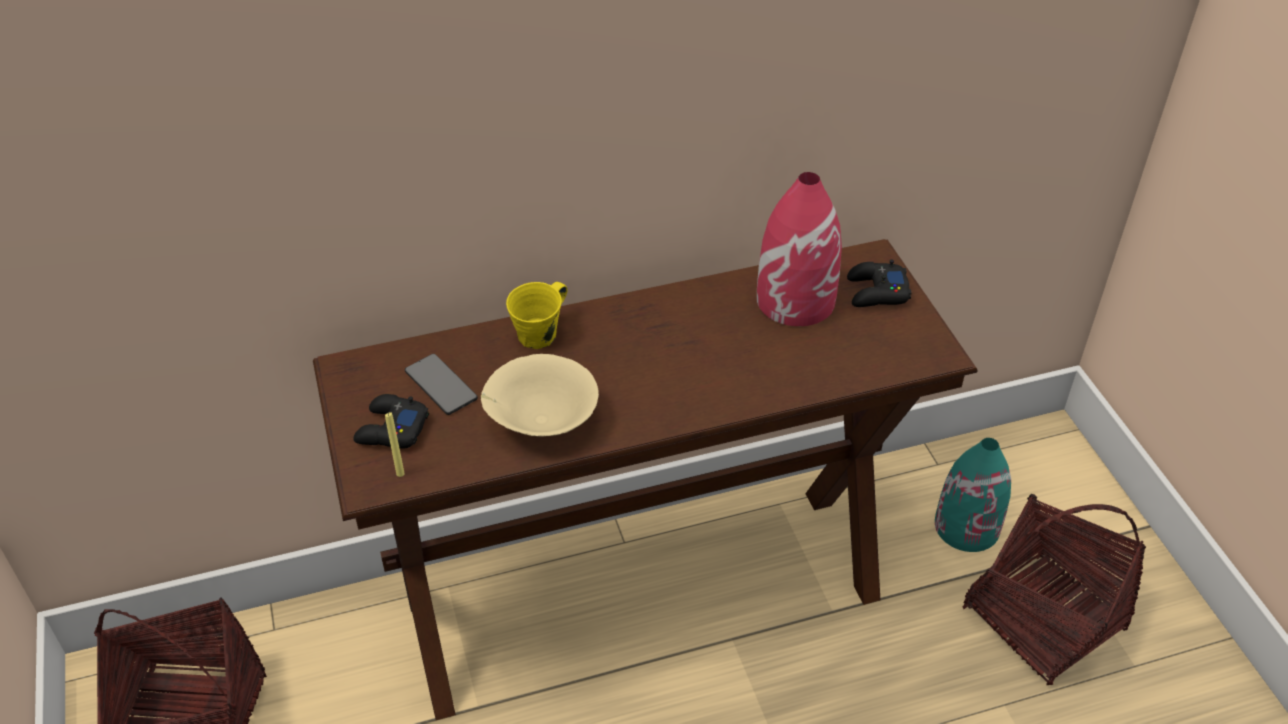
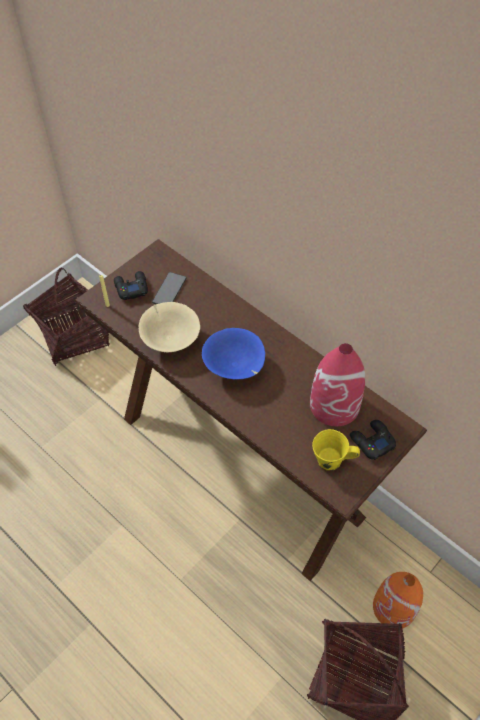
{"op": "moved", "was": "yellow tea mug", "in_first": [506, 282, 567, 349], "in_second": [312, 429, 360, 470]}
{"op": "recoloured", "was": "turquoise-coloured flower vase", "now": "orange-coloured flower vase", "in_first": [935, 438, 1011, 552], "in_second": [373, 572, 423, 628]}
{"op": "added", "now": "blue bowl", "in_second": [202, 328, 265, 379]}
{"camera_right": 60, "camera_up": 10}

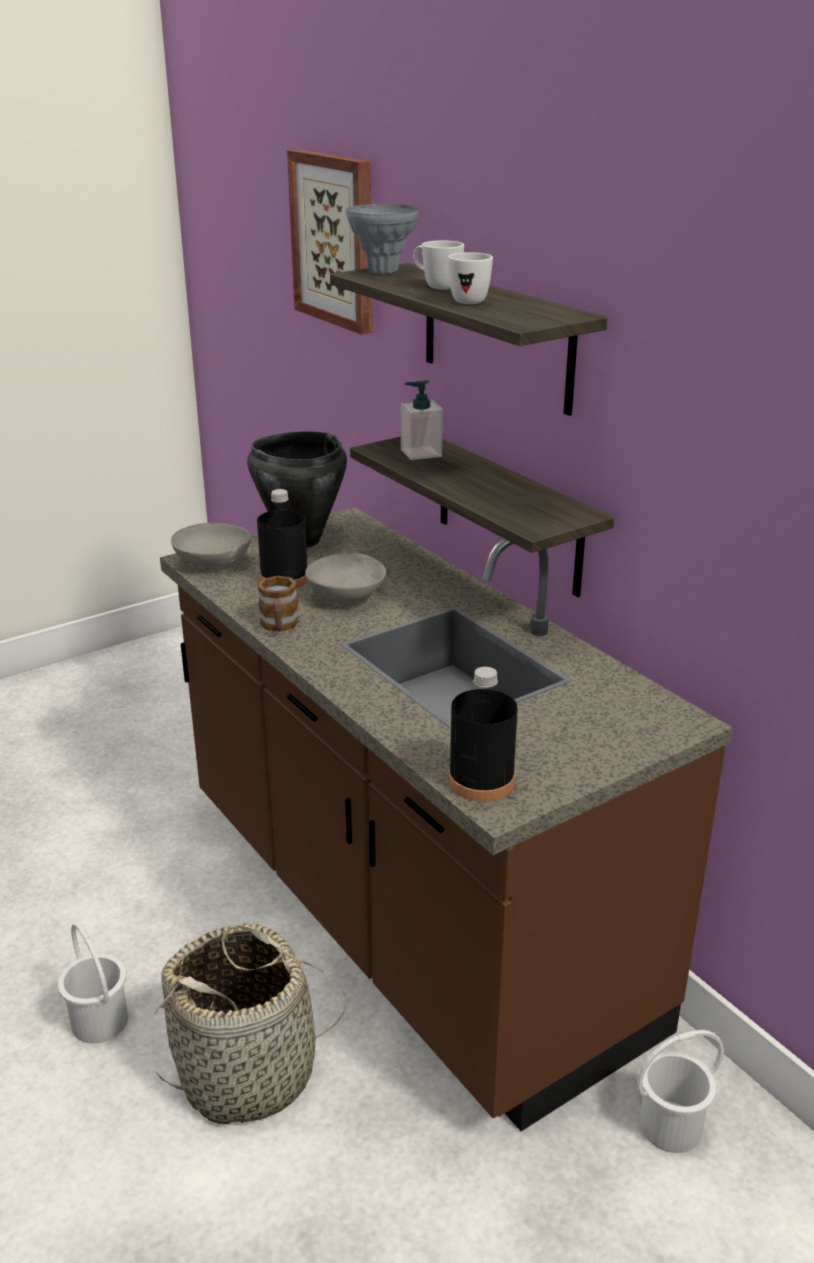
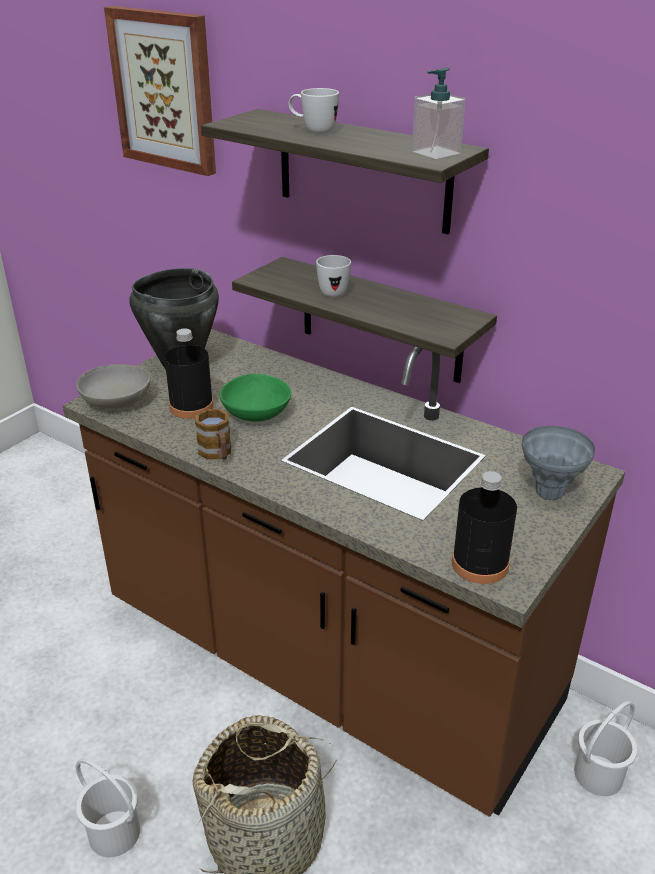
{"op": "moved", "was": "greyish flower vase", "in_first": [346, 204, 418, 274], "in_second": [522, 426, 595, 500]}
{"op": "moved", "was": "whitish tea mug", "in_first": [448, 252, 493, 304], "in_second": [316, 255, 351, 297]}
{"op": "moved", "was": "soap dispenser", "in_first": [401, 380, 443, 460], "in_second": [412, 67, 466, 159]}
{"op": "recoloured", "was": "greyish bowl", "now": "greenish bowl", "in_first": [305, 553, 386, 603], "in_second": [219, 374, 292, 422]}
{"camera_right": -20, "camera_up": 5}

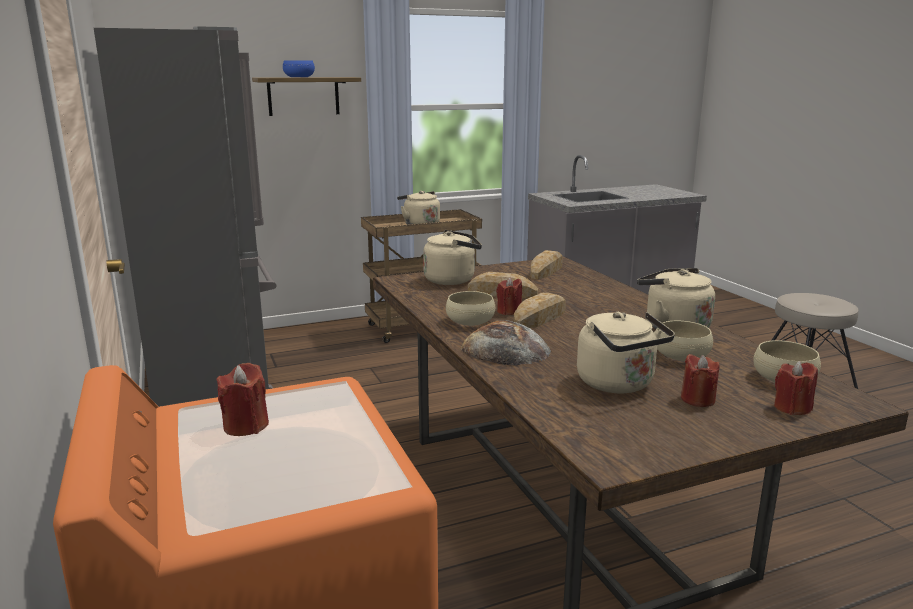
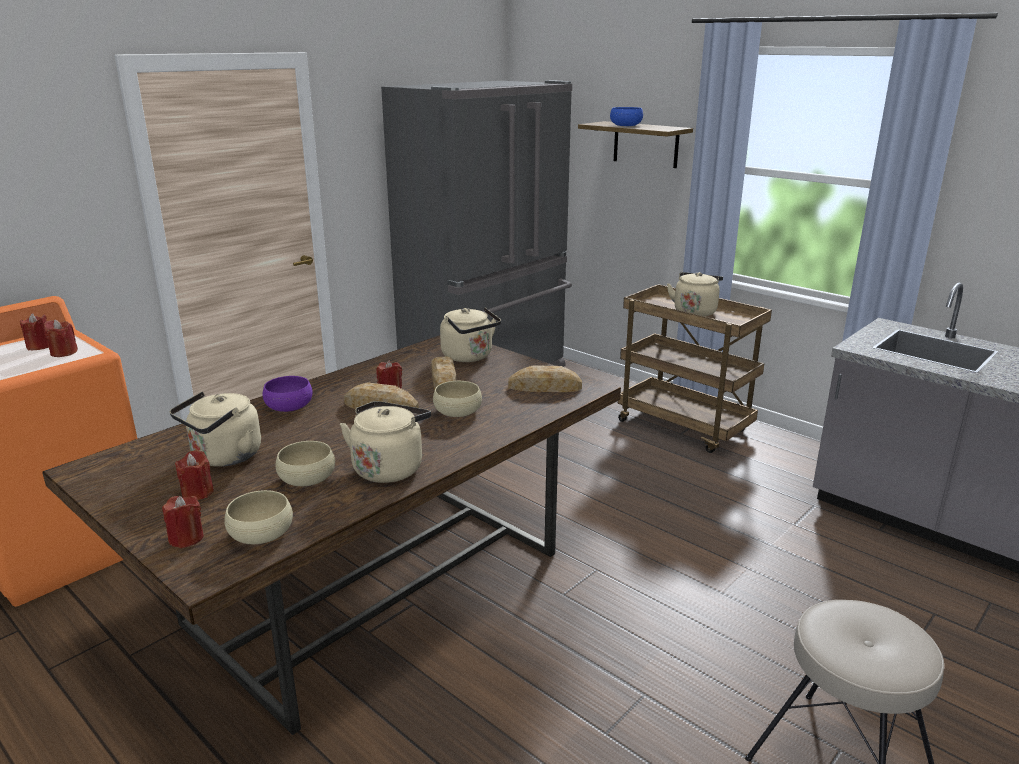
{"op": "moved", "was": "beige-coloured bowl", "in_first": [446, 291, 495, 326], "in_second": [433, 381, 482, 417]}
{"op": "replaced", "was": "bakery bread", "now": "purple-coloured bowl", "in_first": [461, 320, 551, 366], "in_second": [262, 376, 313, 412]}
{"op": "added", "now": "reddish candle", "in_second": [44, 320, 78, 357]}
{"camera_right": 65, "camera_up": 5}

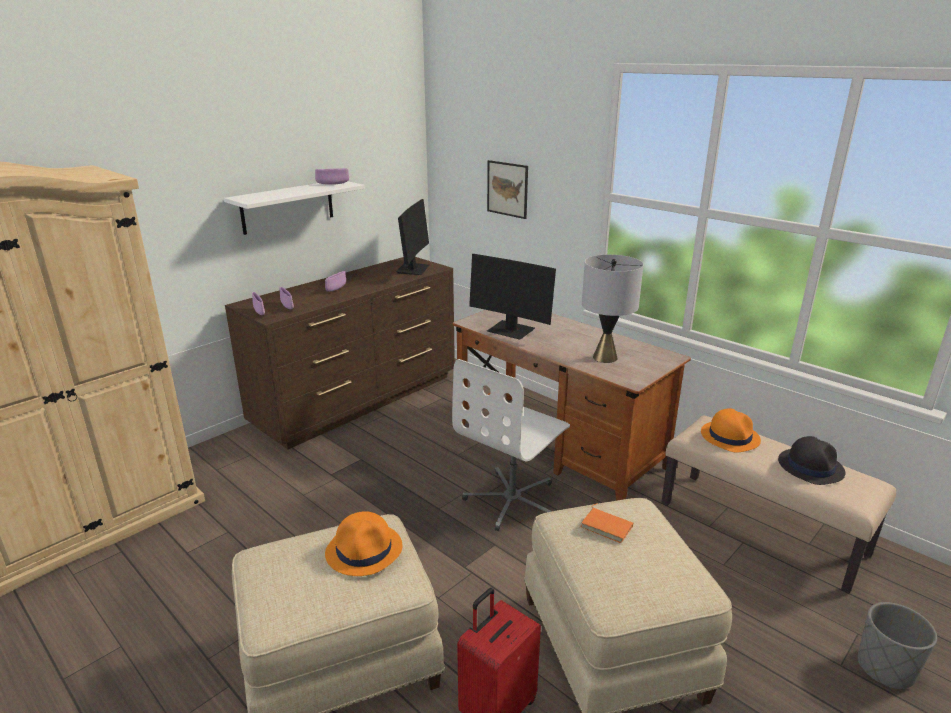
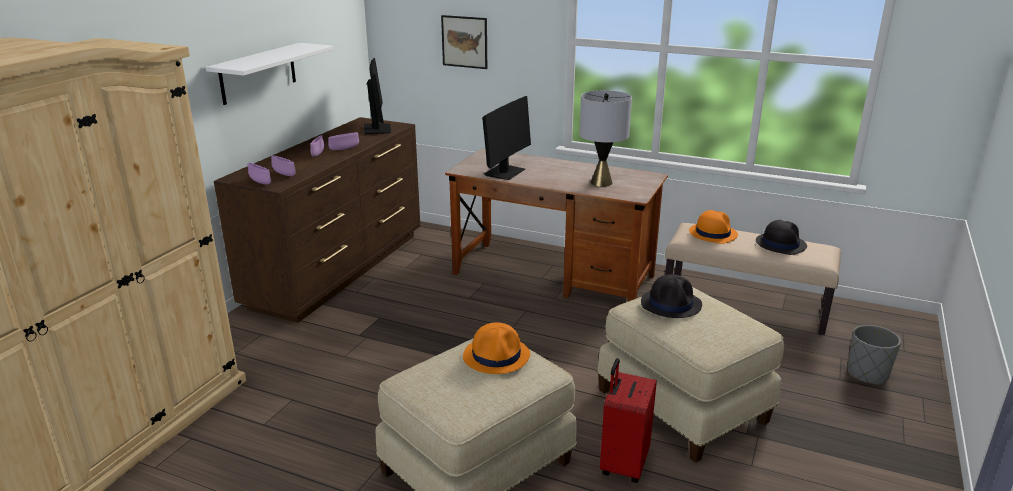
{"op": "moved", "was": "purple-coloured bowl", "in_first": [315, 168, 349, 185], "in_second": [328, 132, 359, 150]}
{"op": "turned", "was": "computer display", "in_first": [469, 254, 556, 340], "in_second": [482, 96, 531, 180], "clockwise": -75}
{"op": "removed", "was": "whitish desk chair", "in_first": [452, 359, 570, 531]}
{"op": "replaced", "was": "orange-coloured bound book", "now": "black wearable hat", "in_first": [580, 503, 633, 543], "in_second": [641, 274, 702, 318]}
{"camera_right": -20, "camera_up": 0}

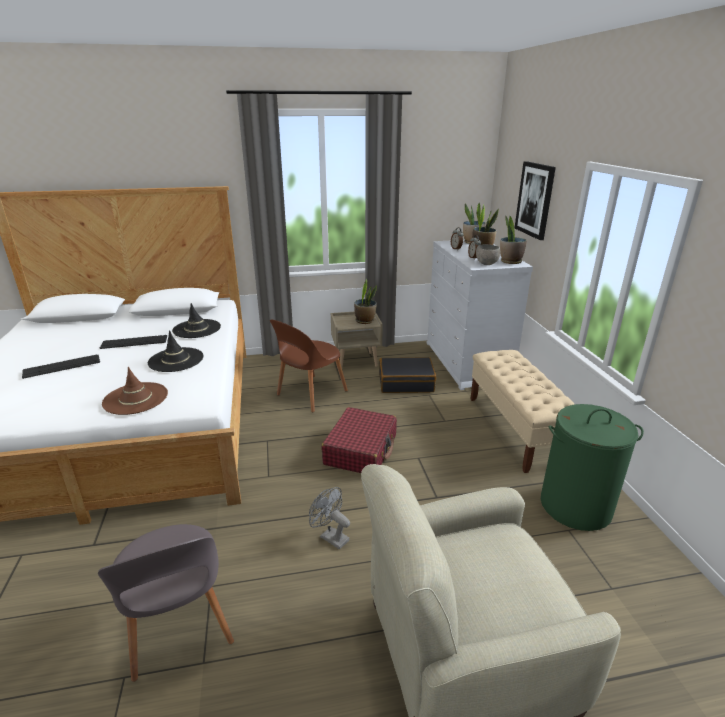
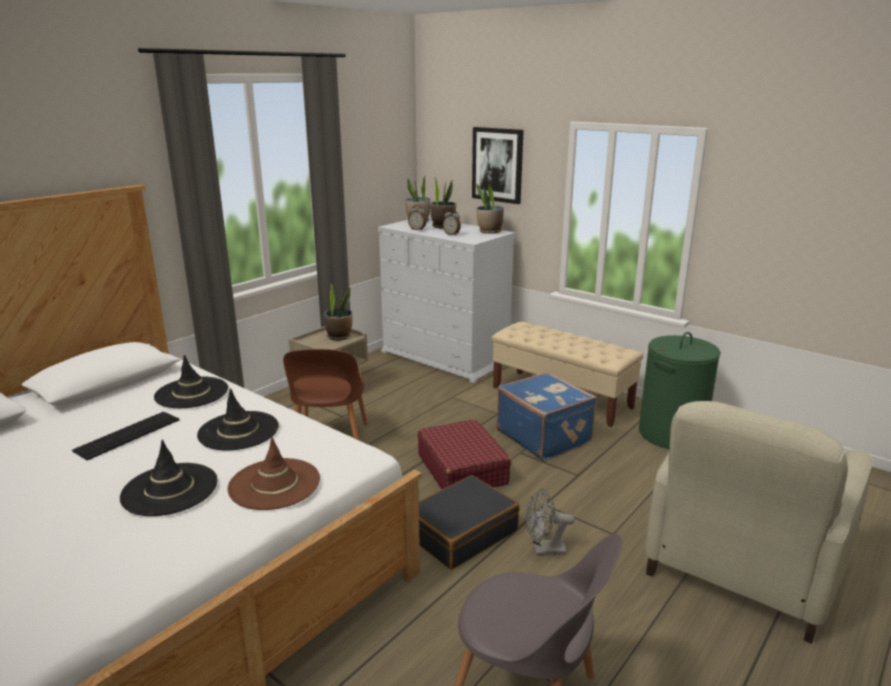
{"op": "removed", "was": "greyish bowl", "in_first": [476, 244, 500, 265]}
{"op": "removed", "was": "computer keyboard", "in_first": [22, 354, 100, 379]}
{"op": "moved", "was": "black piece of luggage", "in_first": [379, 357, 436, 393], "in_second": [419, 475, 519, 569]}
{"op": "added", "now": "blue piece of luggage", "in_second": [497, 372, 598, 461]}
{"op": "added", "now": "black wearable hat", "in_second": [120, 440, 218, 516]}
{"camera_right": -40, "camera_up": -5}

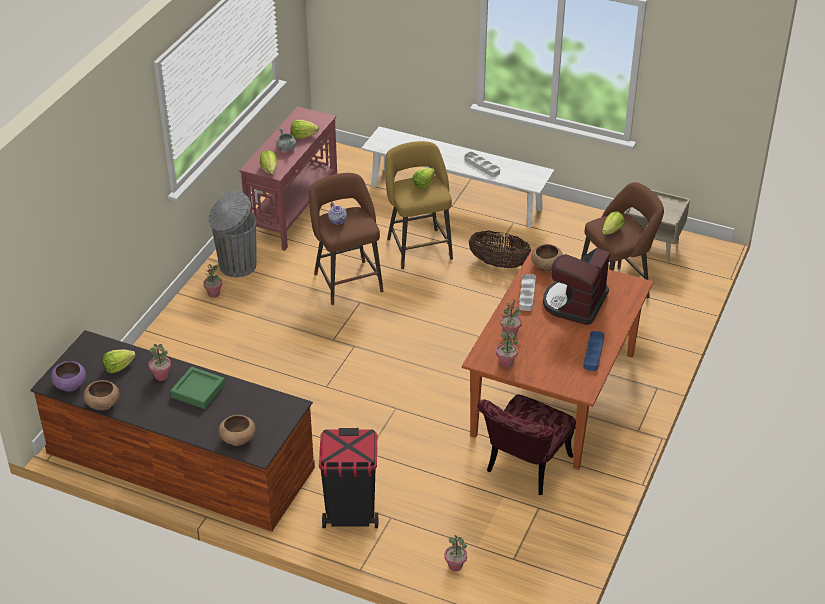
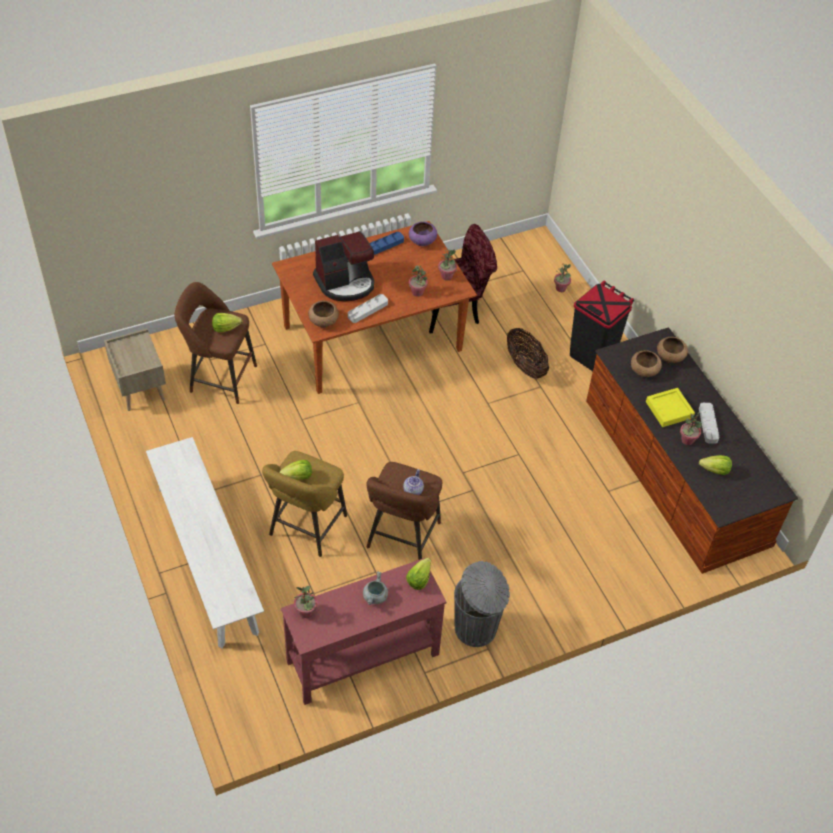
{"op": "removed", "was": "lettuce", "in_first": [291, 120, 319, 139]}
{"op": "moved", "was": "greyish carrying tray", "in_first": [465, 152, 500, 177], "in_second": [699, 403, 719, 444]}
{"op": "moved", "was": "household basket", "in_first": [468, 231, 531, 268], "in_second": [507, 328, 549, 379]}
{"op": "moved", "was": "houseplant", "in_first": [203, 264, 222, 298], "in_second": [294, 586, 317, 618]}
{"op": "moved", "was": "purple-coloured bowl", "in_first": [51, 361, 86, 392], "in_second": [409, 222, 437, 246]}
{"op": "recoloured", "was": "greenish carrying tray", "now": "yellow carrying tray", "in_first": [170, 367, 225, 409], "in_second": [646, 388, 695, 427]}
{"op": "moved", "was": "brownish bowl", "in_first": [83, 380, 120, 410], "in_second": [631, 350, 662, 377]}
{"camera_right": -140, "camera_up": 10}

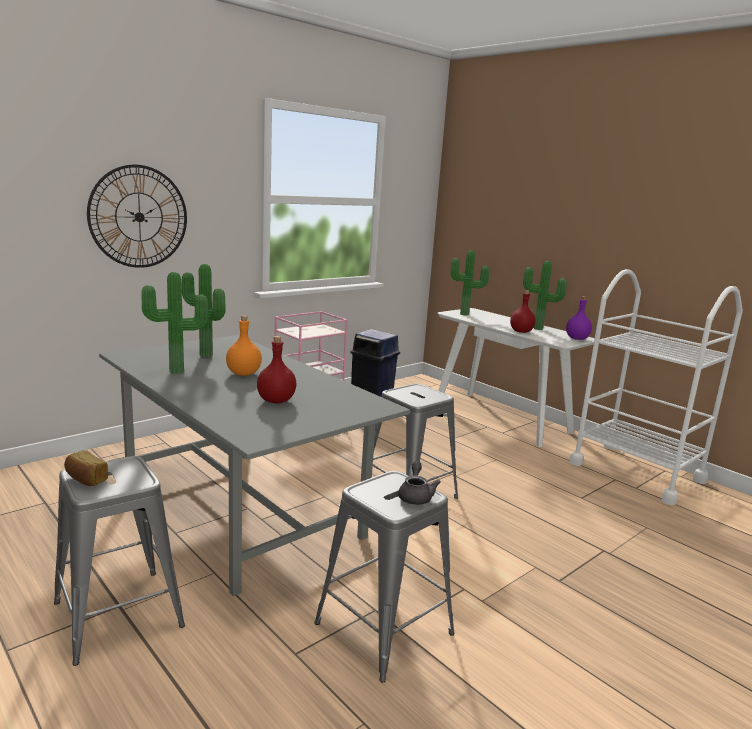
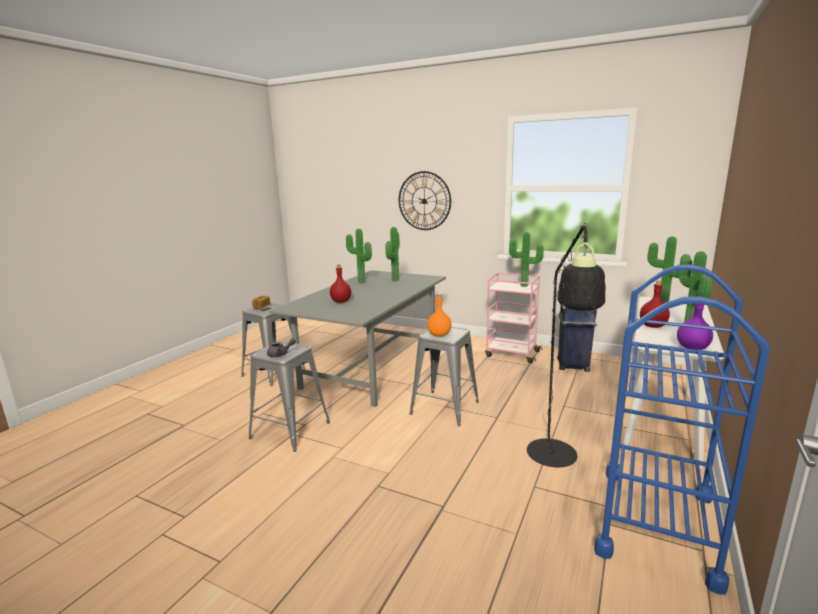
{"op": "recoloured", "was": "whitish wheeled cart", "now": "blue wheeled cart", "in_first": [569, 269, 743, 505], "in_second": [594, 264, 770, 595]}
{"op": "moved", "was": "orange-coloured beverage bottle", "in_first": [226, 315, 262, 376], "in_second": [427, 294, 452, 337]}
{"op": "added", "now": "black standing lamp", "in_second": [527, 223, 606, 467]}
{"op": "added", "now": "houseplant", "in_second": [509, 232, 544, 287]}
{"camera_right": 70, "camera_up": 0}

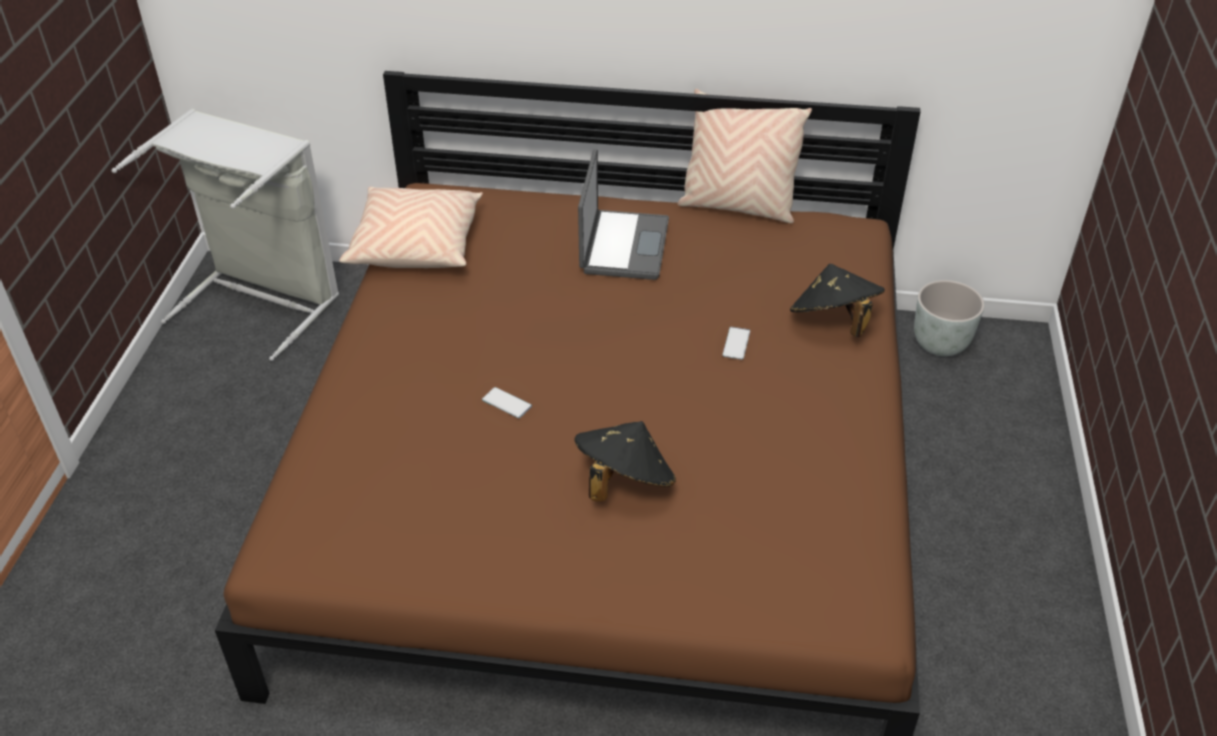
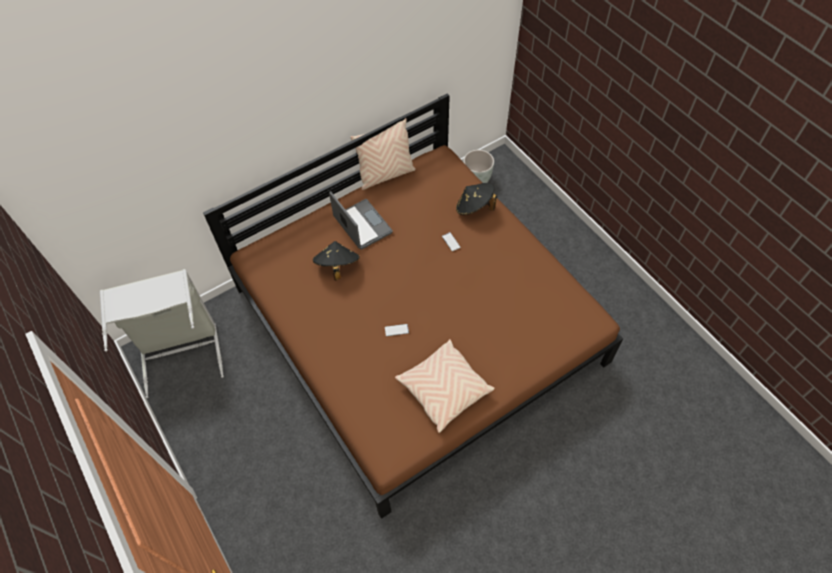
{"op": "moved", "was": "beige-coloured pillow", "in_first": [339, 187, 483, 268], "in_second": [395, 339, 495, 433]}
{"op": "moved", "was": "black wearable hat", "in_first": [574, 421, 676, 502], "in_second": [313, 241, 360, 281]}
{"camera_right": -40, "camera_up": 15}

